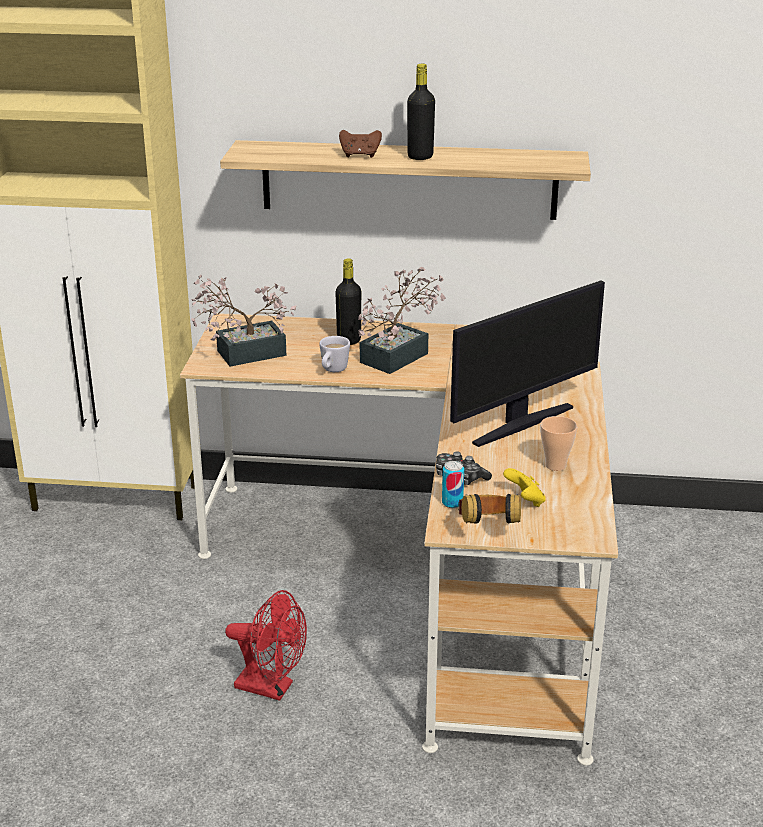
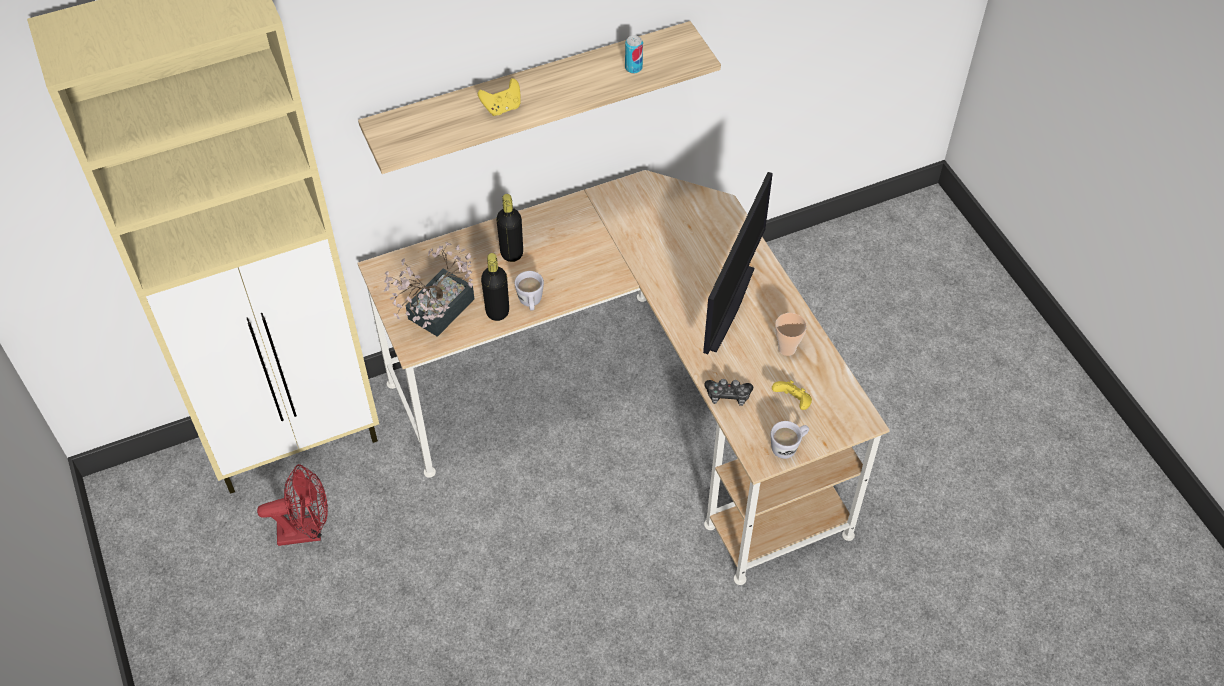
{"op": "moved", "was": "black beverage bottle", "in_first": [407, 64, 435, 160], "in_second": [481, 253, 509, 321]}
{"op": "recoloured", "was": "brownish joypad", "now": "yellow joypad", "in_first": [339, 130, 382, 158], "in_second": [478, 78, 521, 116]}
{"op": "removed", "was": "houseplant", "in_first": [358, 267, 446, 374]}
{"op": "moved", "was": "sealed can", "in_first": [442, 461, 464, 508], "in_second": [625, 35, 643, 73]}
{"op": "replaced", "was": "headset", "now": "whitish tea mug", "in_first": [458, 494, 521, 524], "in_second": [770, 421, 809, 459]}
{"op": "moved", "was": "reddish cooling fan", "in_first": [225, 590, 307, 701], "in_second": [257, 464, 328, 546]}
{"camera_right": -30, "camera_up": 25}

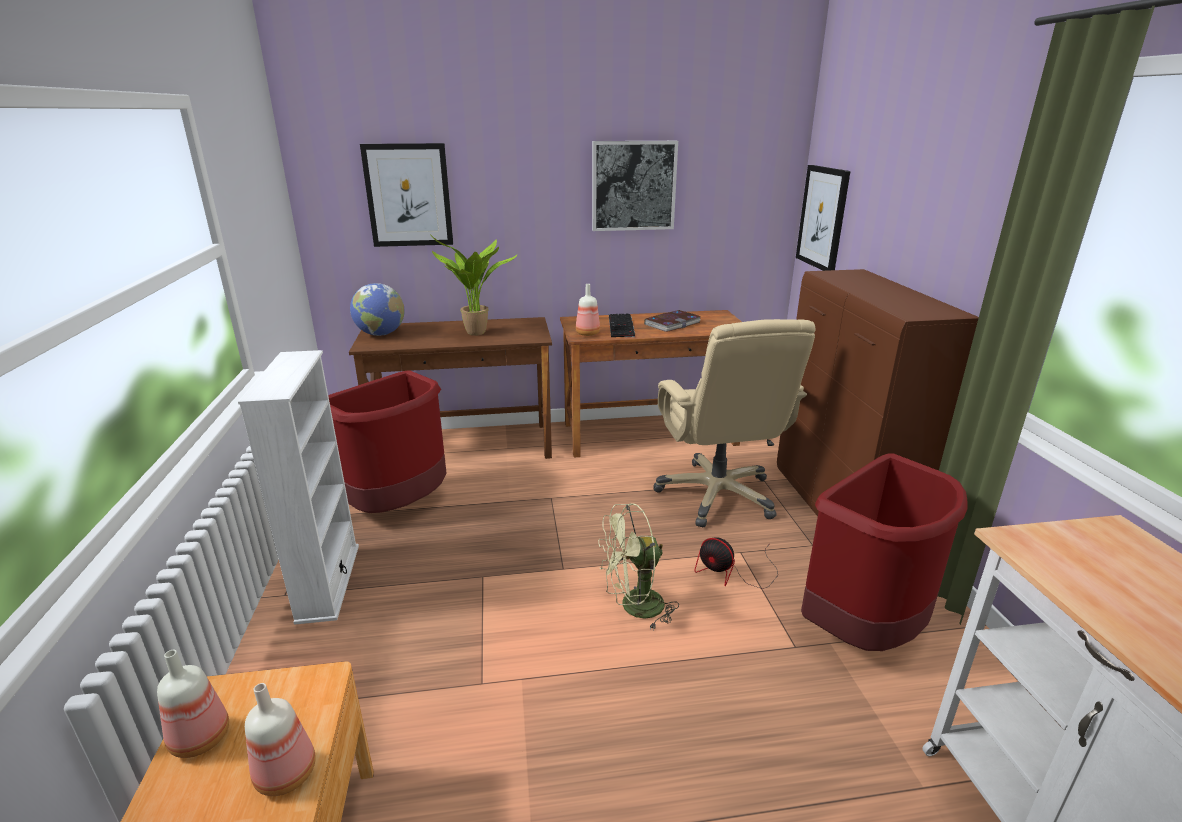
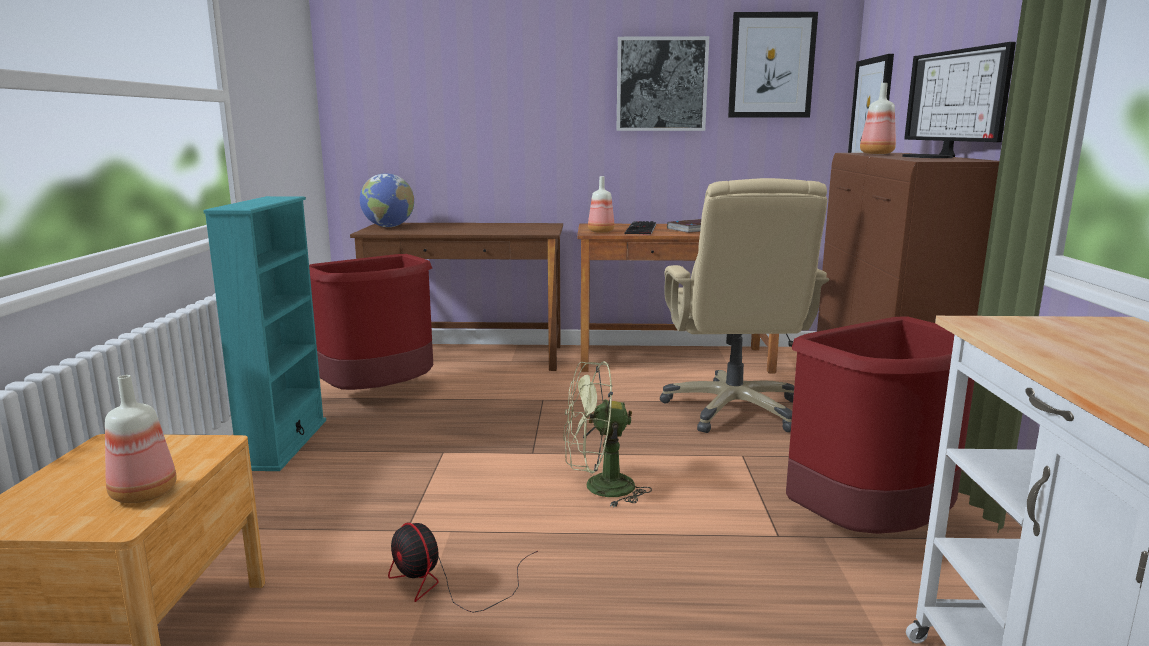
{"op": "moved", "was": "wall art", "in_first": [360, 143, 453, 247], "in_second": [728, 12, 818, 118]}
{"op": "removed", "was": "houseplant", "in_first": [430, 234, 518, 336]}
{"op": "recoloured", "was": "whitish bookcase", "now": "turquoise-coloured bookcase", "in_first": [238, 350, 359, 624], "in_second": [203, 196, 326, 471]}
{"op": "moved", "was": "cooling fan", "in_first": [694, 537, 778, 589], "in_second": [388, 523, 538, 612]}
{"op": "moved", "was": "beverage bottle", "in_first": [157, 650, 229, 758], "in_second": [860, 83, 896, 154]}
{"op": "added", "now": "computer display", "in_second": [902, 42, 1016, 158]}
{"camera_right": 10, "camera_up": -10}

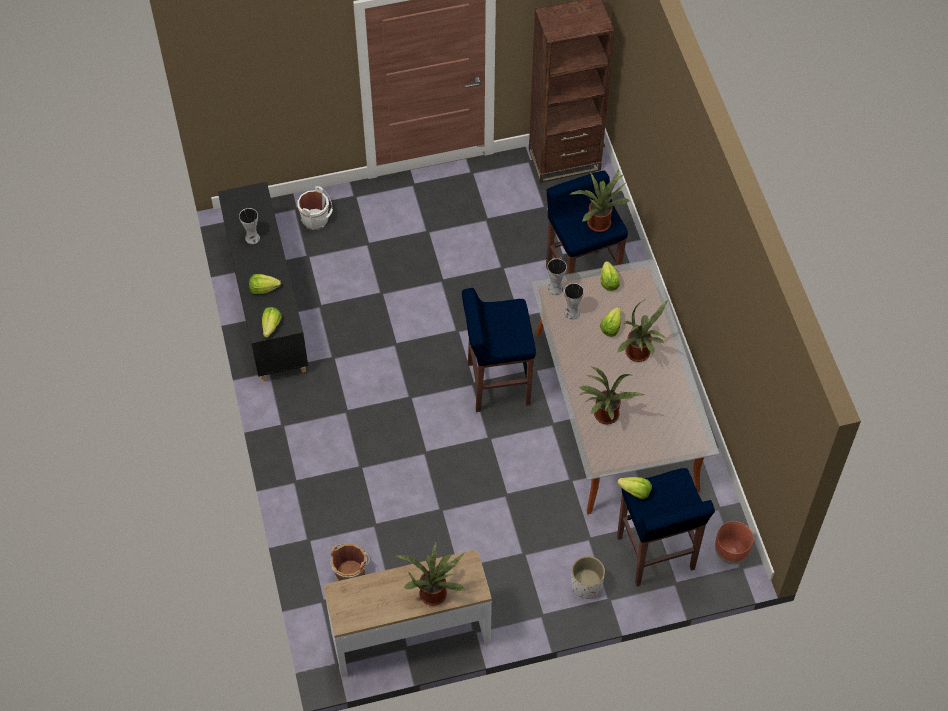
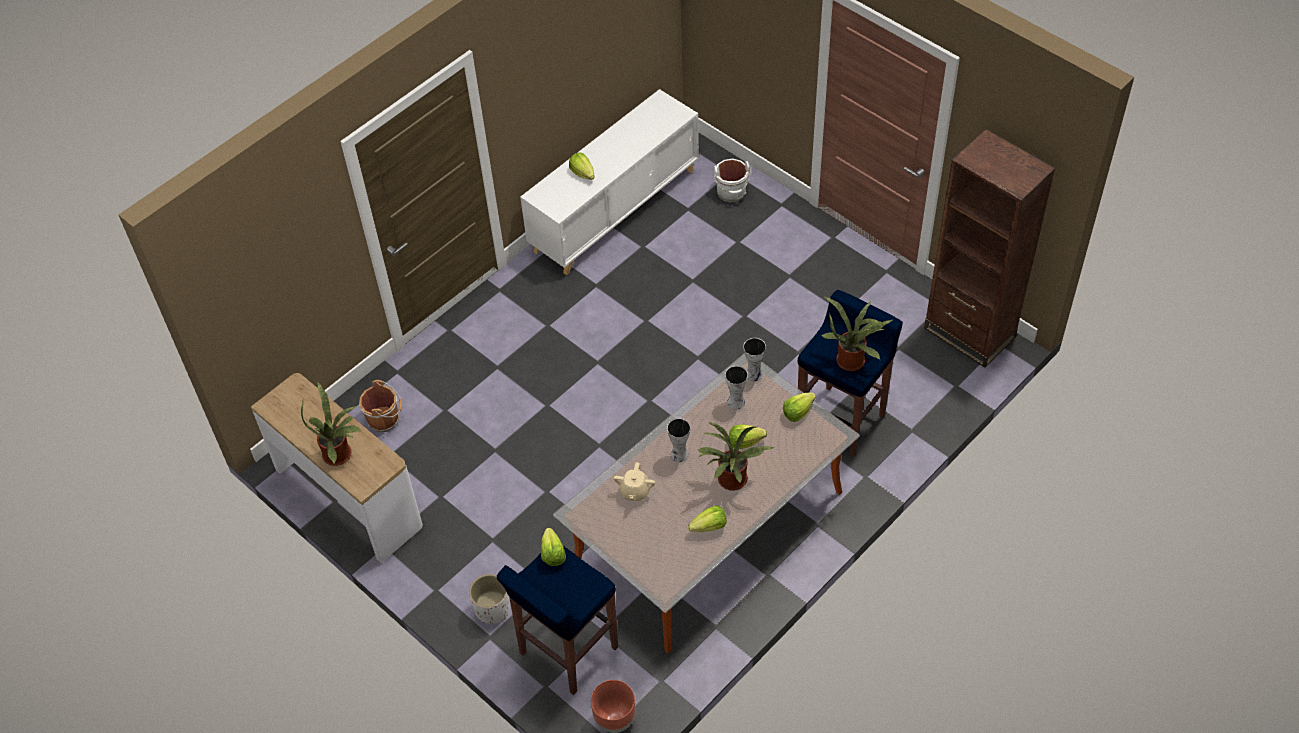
{"op": "recoloured", "was": "black cabinet", "now": "whitish cabinet", "in_first": [218, 182, 308, 381], "in_second": [520, 89, 699, 275]}
{"op": "moved", "was": "flower vase", "in_first": [239, 208, 260, 244], "in_second": [667, 418, 691, 462]}
{"op": "removed", "was": "blue stool seat", "in_first": [462, 288, 536, 412]}
{"op": "moved", "was": "lettuce", "in_first": [262, 307, 282, 338], "in_second": [688, 506, 727, 532]}
{"op": "replaced", "was": "houseplant", "now": "beige-coloured tea pot", "in_first": [580, 367, 644, 424], "in_second": [613, 462, 655, 501]}
{"camera_right": 60, "camera_up": -5}

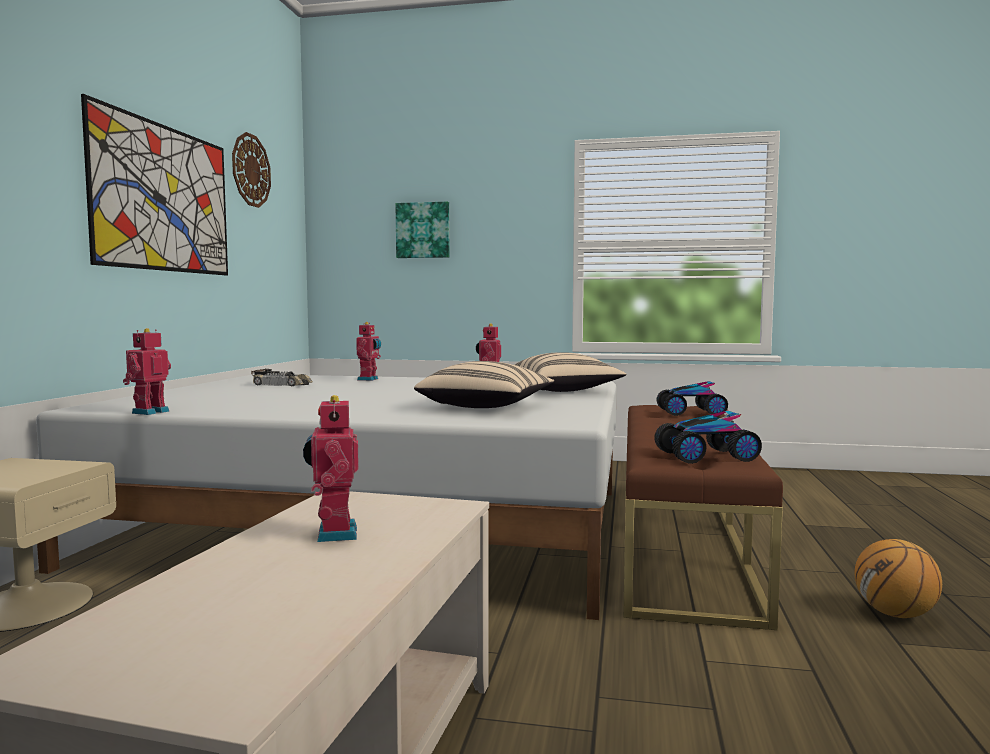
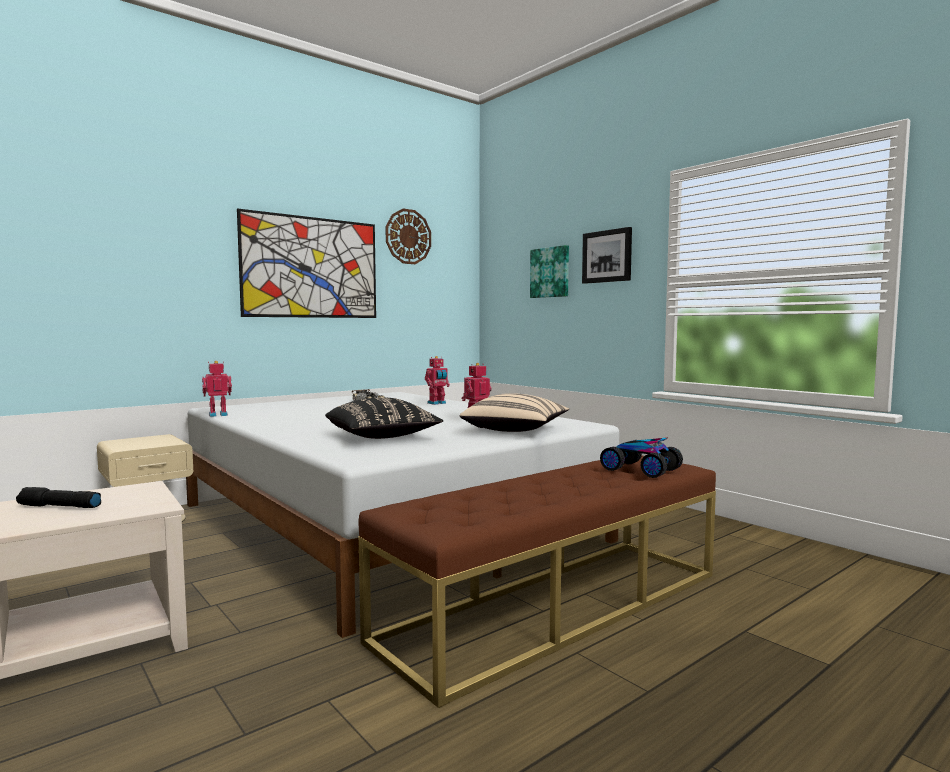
{"op": "recoloured", "was": "beige-coloured pillow", "now": "black pillow", "in_first": [414, 361, 554, 408], "in_second": [325, 398, 443, 439]}
{"op": "replaced", "was": "model robot", "now": "black hand torch", "in_first": [303, 395, 359, 542], "in_second": [16, 487, 101, 508]}
{"op": "removed", "was": "miniature car", "in_first": [654, 410, 762, 464]}
{"op": "removed", "was": "basketball ball", "in_first": [855, 539, 942, 618]}
{"op": "added", "now": "wall art", "in_second": [582, 227, 632, 284]}
{"camera_right": 40, "camera_up": 0}

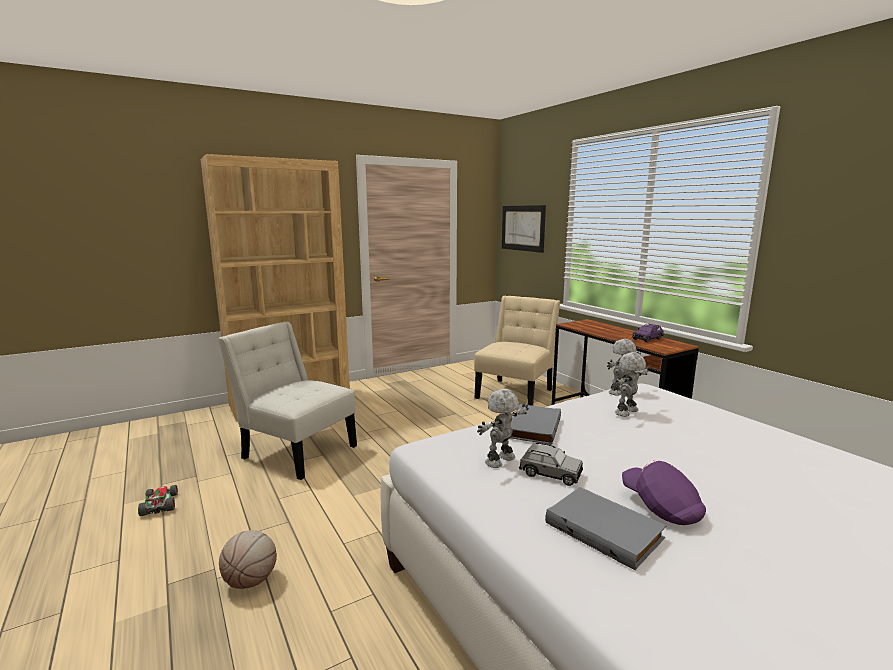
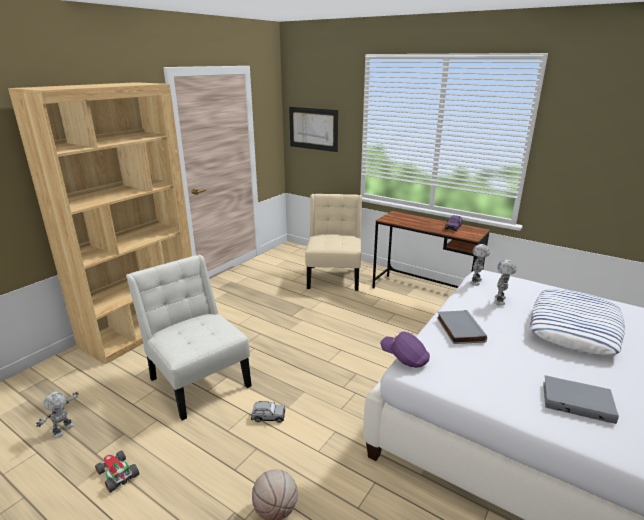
{"op": "turned", "was": "whitish plain chair", "in_first": [218, 322, 357, 480], "in_second": [126, 255, 252, 420], "clockwise": 45}
{"op": "moved", "was": "model robot", "in_first": [477, 389, 529, 468], "in_second": [36, 391, 79, 438]}
{"op": "moved", "was": "greyish miniature car", "in_first": [519, 443, 583, 486], "in_second": [251, 401, 285, 423]}
{"op": "moved", "was": "purple-coloured baseball cap", "in_first": [622, 460, 706, 525], "in_second": [380, 332, 430, 368]}
{"op": "added", "now": "pillow", "in_second": [530, 289, 625, 355]}
{"camera_right": -25, "camera_up": 10}

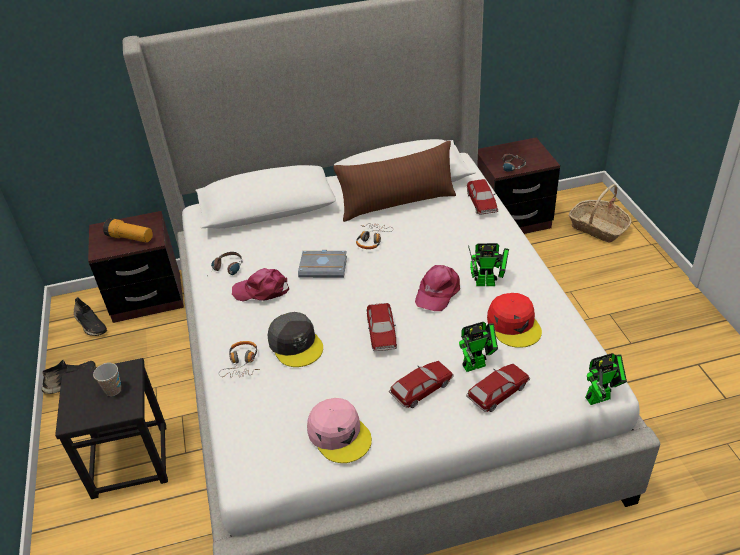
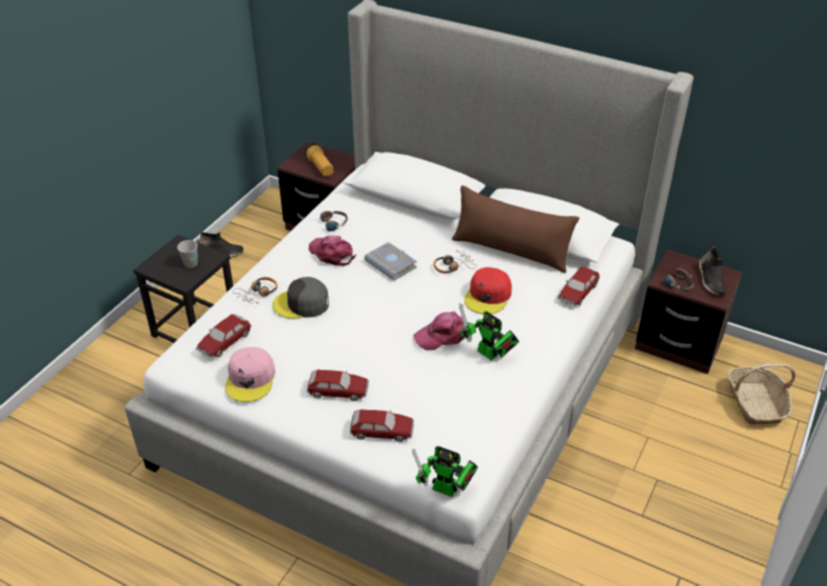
{"op": "moved", "was": "reddish baseball cap", "in_first": [487, 293, 542, 348], "in_second": [464, 267, 512, 314]}
{"op": "moved", "was": "black low shoe", "in_first": [74, 297, 107, 336], "in_second": [699, 246, 726, 296]}
{"op": "moved", "was": "miniature car", "in_first": [366, 303, 397, 351], "in_second": [196, 314, 252, 358]}
{"op": "turned", "was": "greyish baseball cap", "in_first": [268, 312, 323, 367], "in_second": [273, 277, 329, 319], "clockwise": 75}
{"op": "removed", "was": "model robot", "in_first": [459, 322, 498, 372]}
{"camera_right": 40, "camera_up": 0}

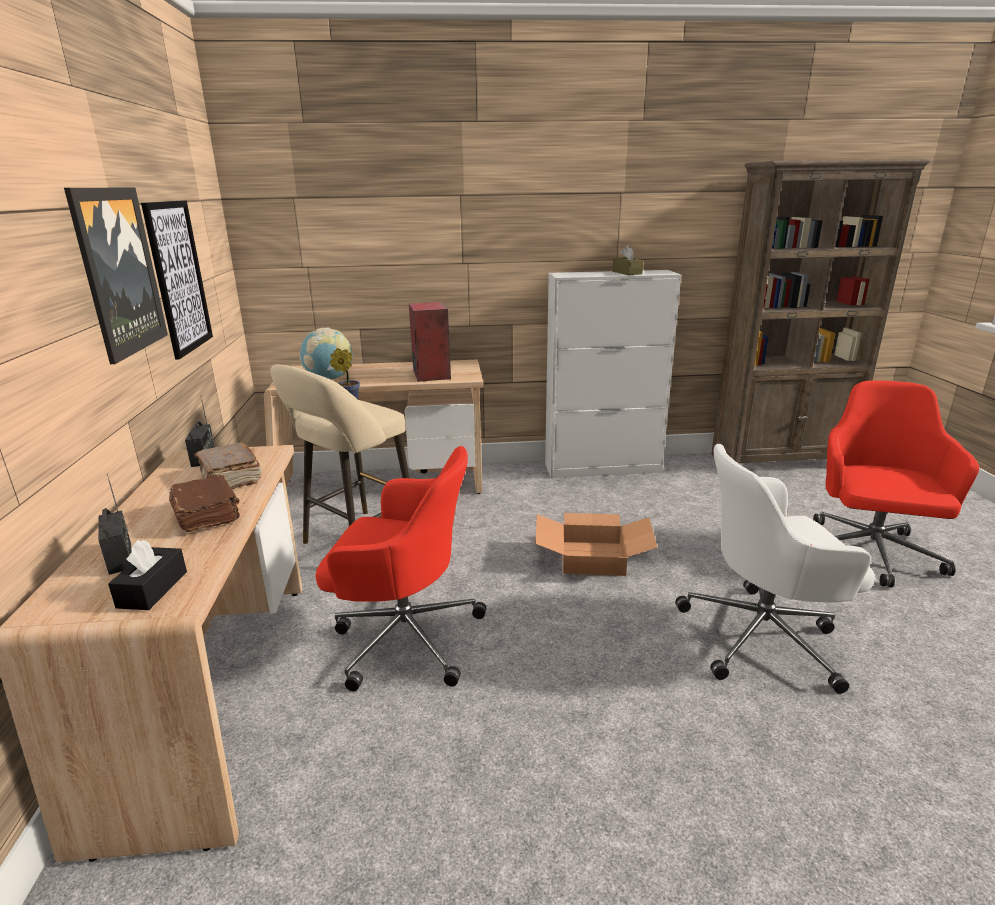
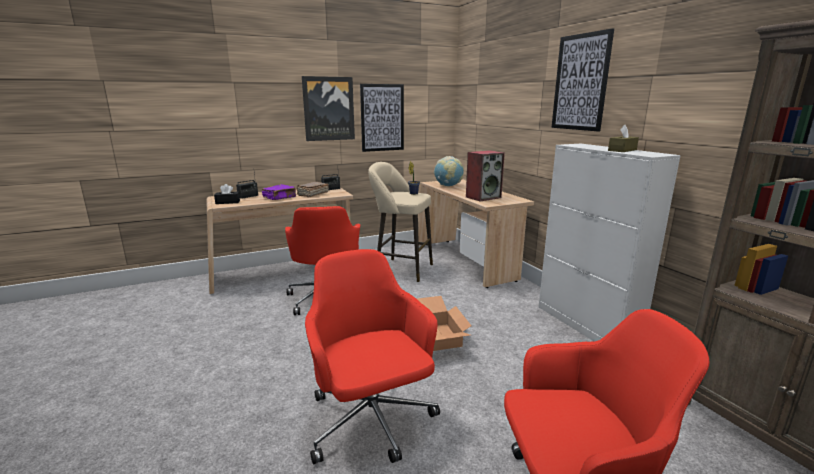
{"op": "recoloured", "was": "whitish desk chair", "now": "reddish desk chair", "in_first": [675, 444, 875, 694], "in_second": [305, 249, 440, 465]}
{"op": "recoloured", "was": "brownish bound book", "now": "purple-coloured bound book", "in_first": [169, 475, 240, 532], "in_second": [262, 184, 296, 200]}
{"op": "added", "now": "wall art", "in_second": [551, 28, 614, 132]}
{"camera_right": 70, "camera_up": -5}

